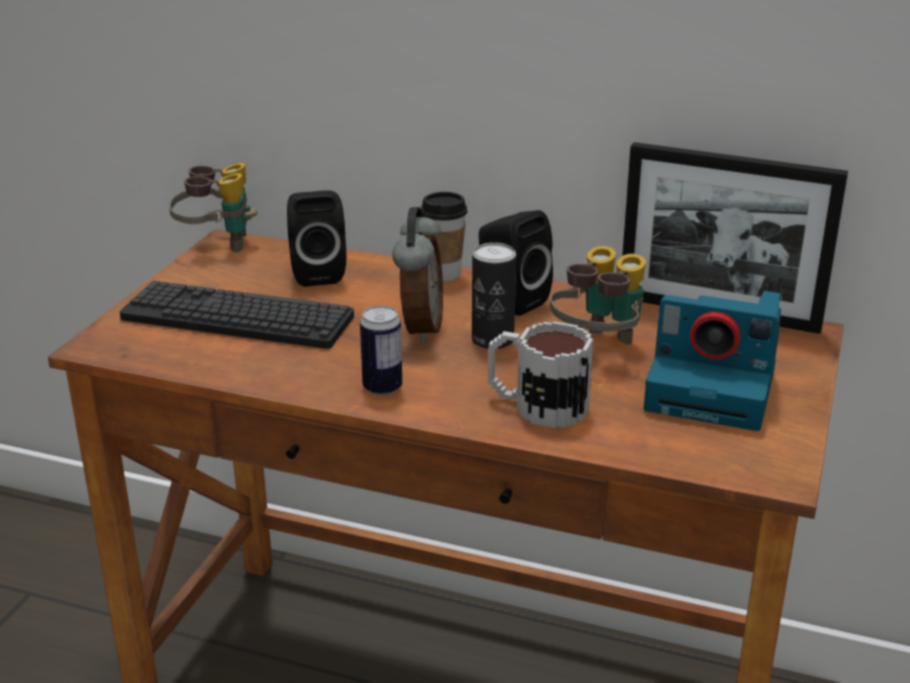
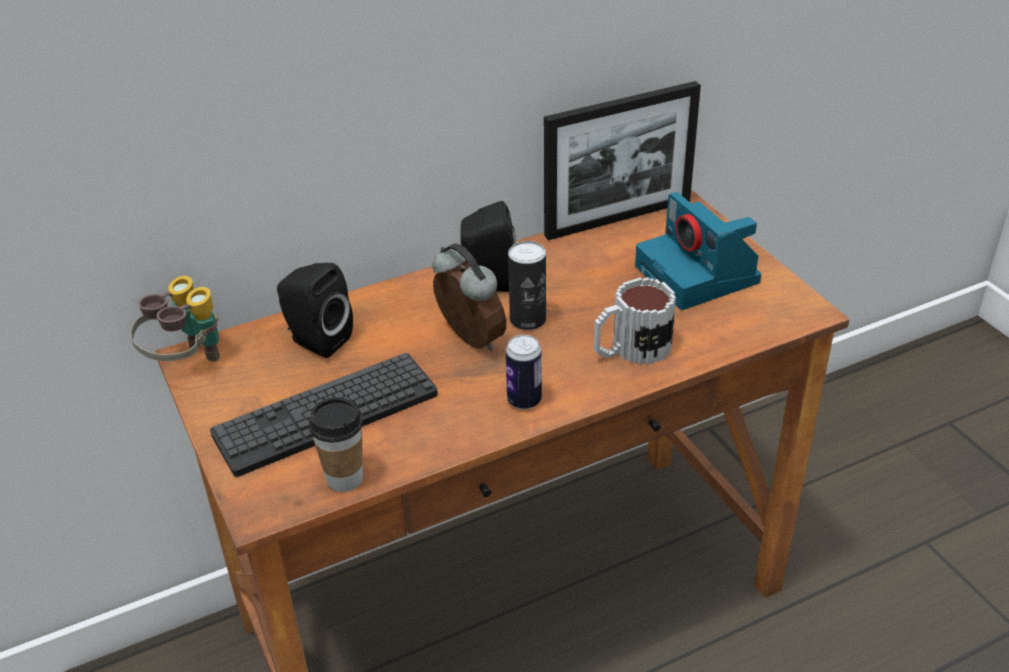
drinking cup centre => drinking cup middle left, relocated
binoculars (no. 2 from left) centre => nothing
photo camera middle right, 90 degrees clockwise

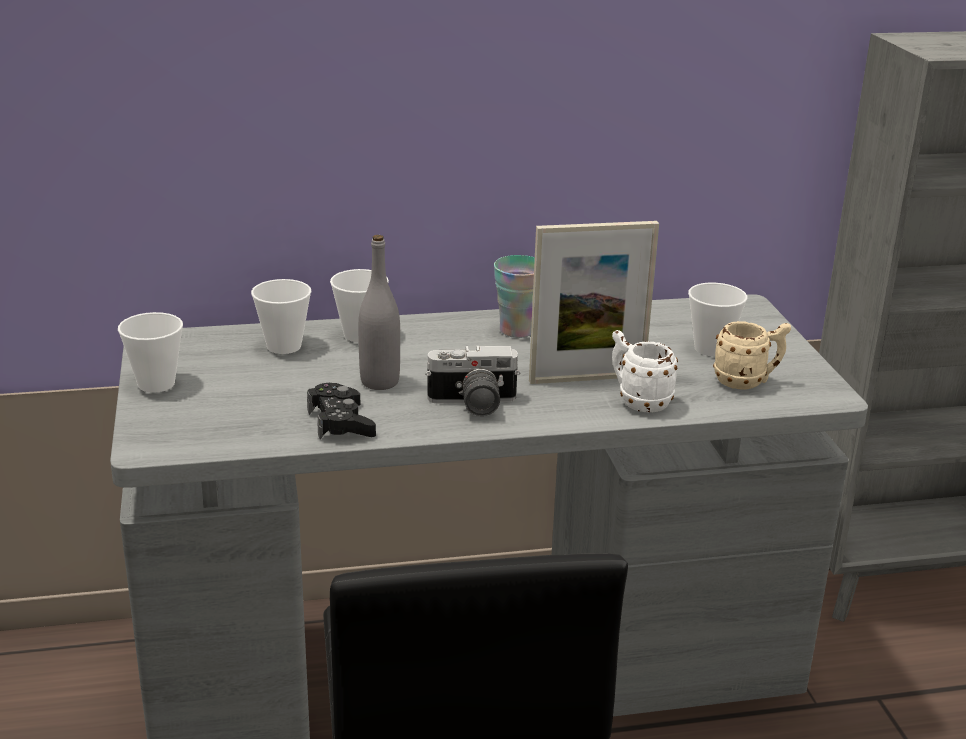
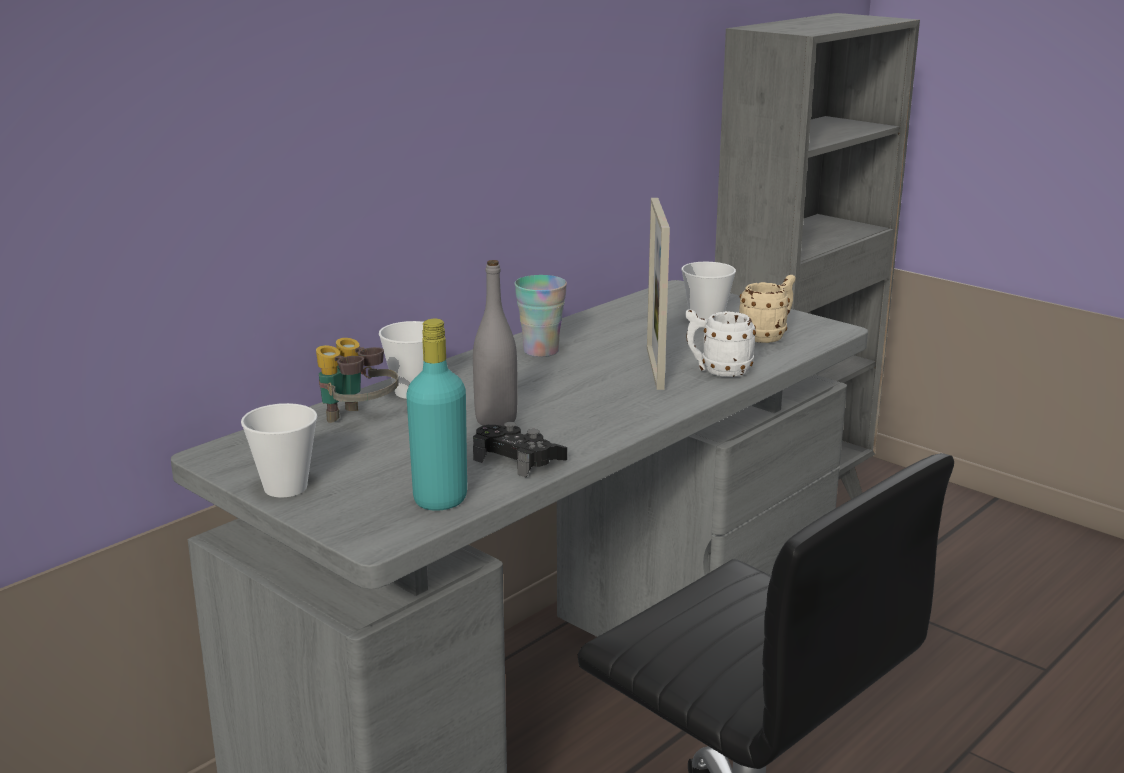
standing frame centre, 135 degrees clockwise
drinking cup (no. 2 from left) middle left => binoculars middle left
photo camera centre => nothing
nothing => beverage bottle (turquoise-coloured) centre

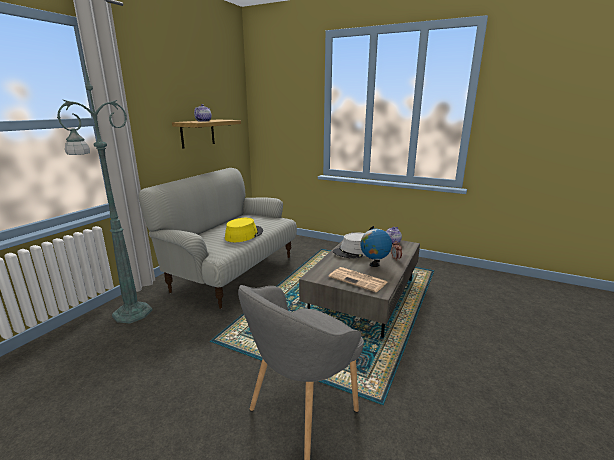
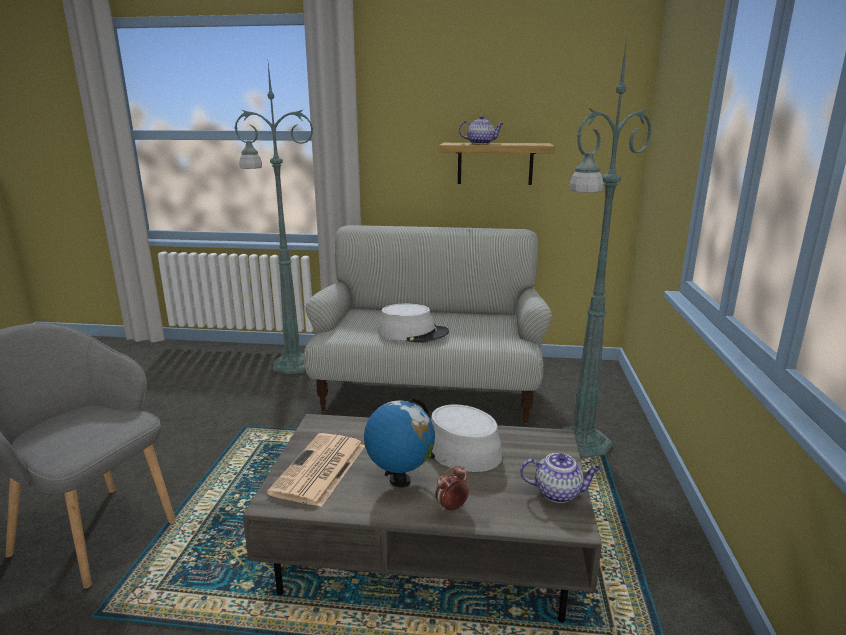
wearable hat (yellowish) centre => wearable hat (greyish) (no. 1 from left) centre
nothing => floor lamp (green) (no. 2 from left) middle right

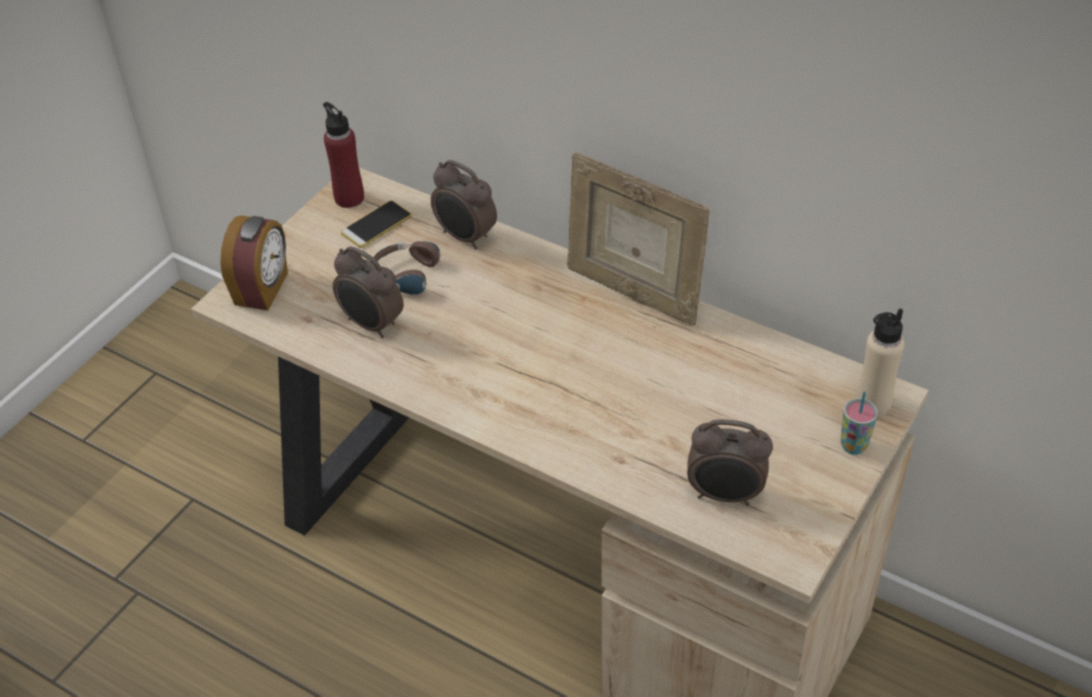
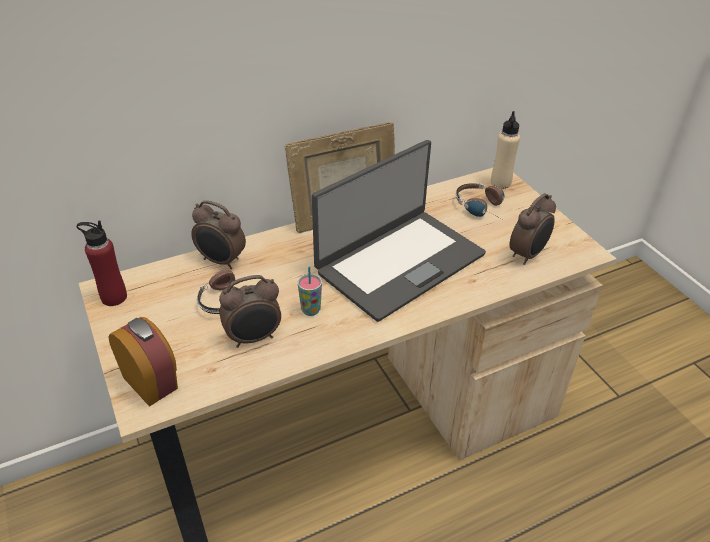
table clock (no. 3 from left in the first image) top centre => table clock (no. 2 from left) middle left, 45 degrees clockwise
telephone top centre => nothing
drinking cup middle right => drinking cup centre, relocated
nothing => laptop centre
nothing => headphones (no. 2 from left) middle right

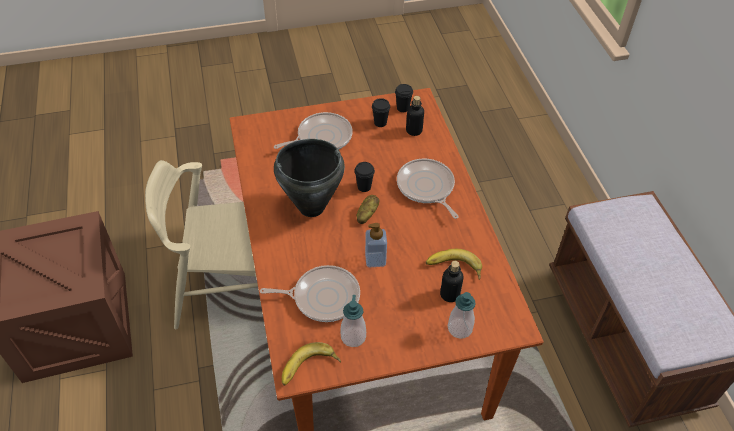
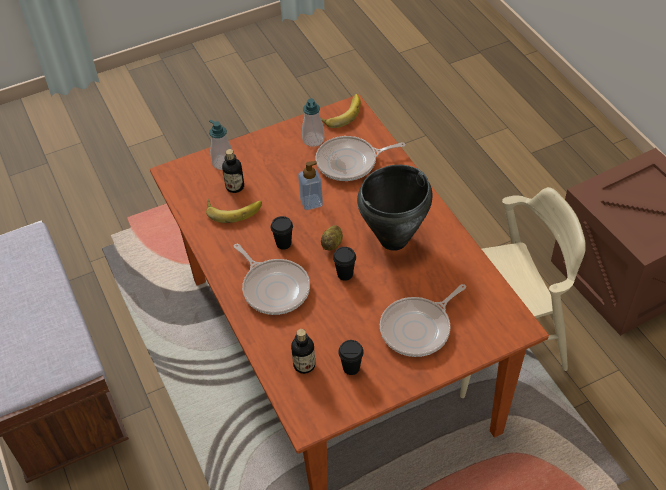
drinking cup (black-coloured) (no. 3 from left in the first image) top centre => drinking cup (black-coloured) (no. 1 from left) centre, relocated

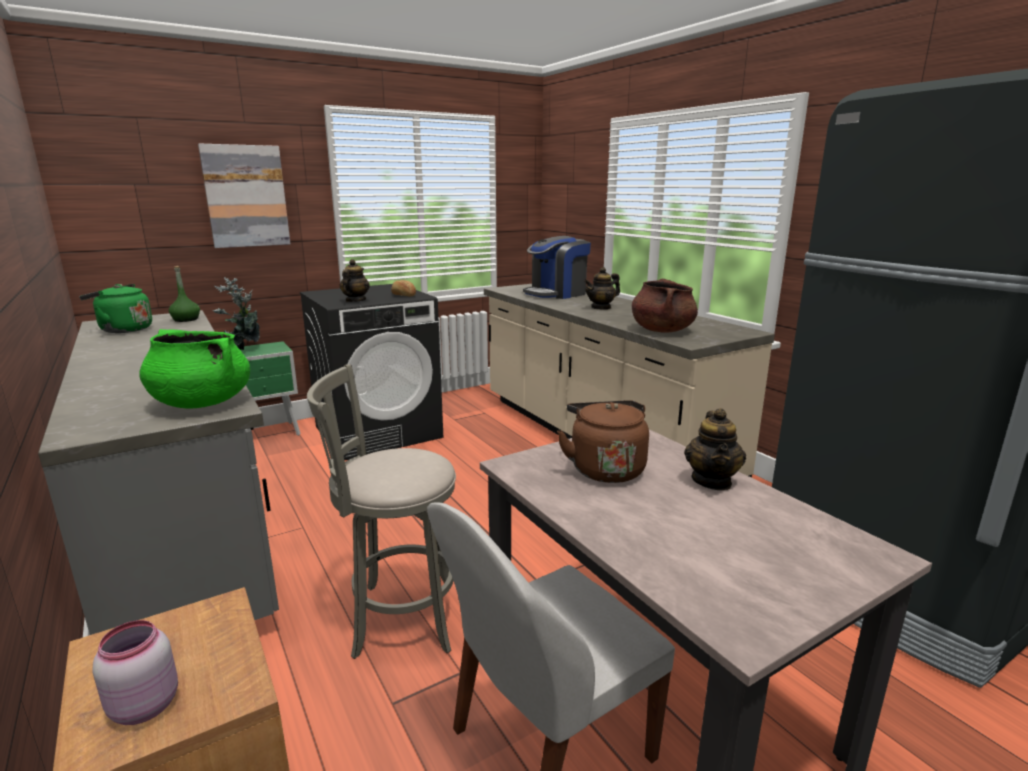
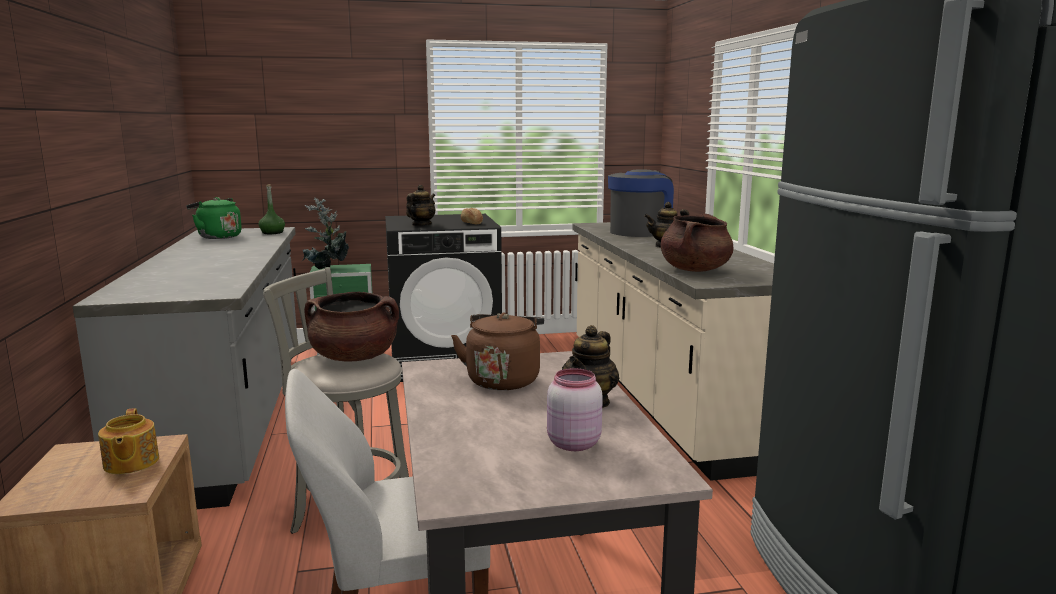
wall art top left => nothing
coffee maker centre, 150 degrees clockwise
stockpot (green) middle left => nothing
storage jar (pink) bottom left => storage jar (pink) bottom centre, relocated
nothing => stockpot (brown-coloured) (no. 1 from left) middle left
nothing => teapot (no. 1 from left) bottom left

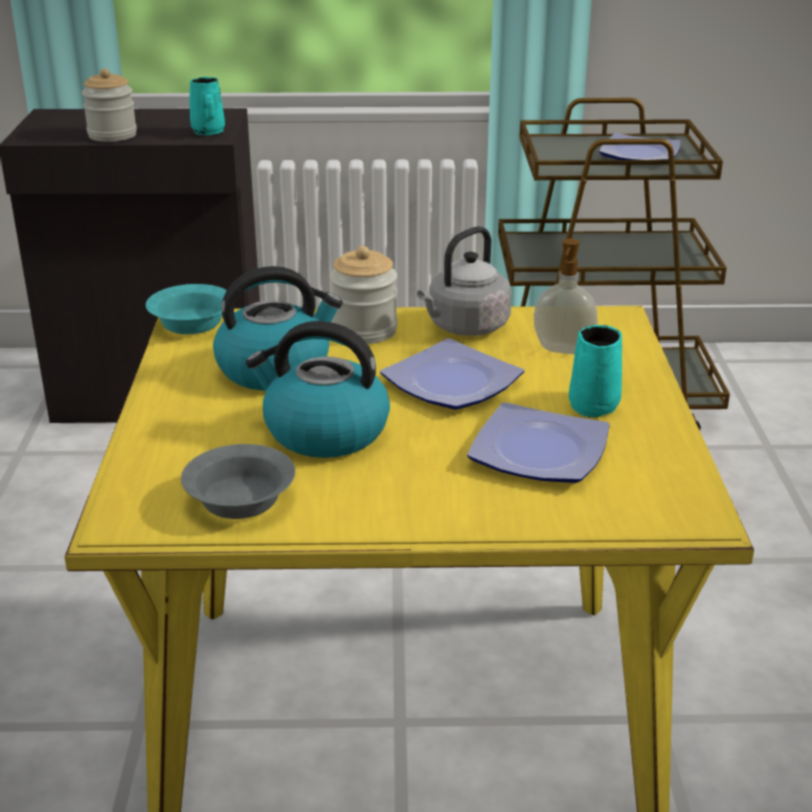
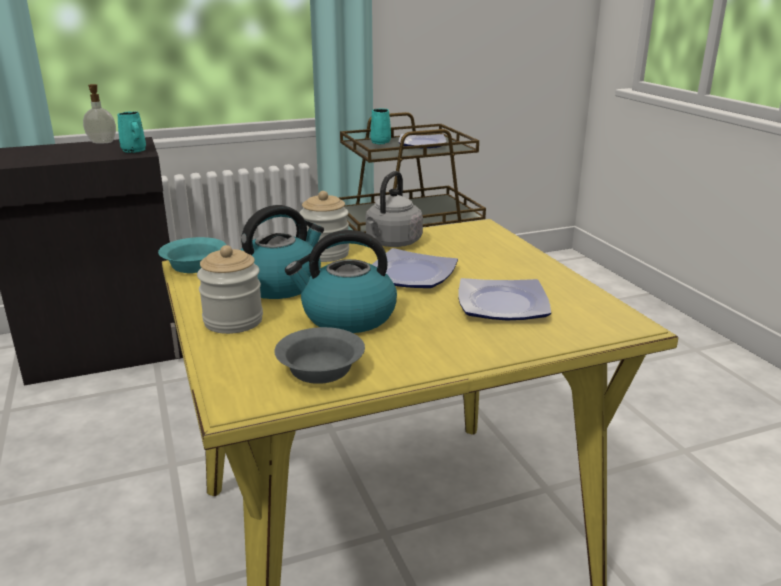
storage jar (no. 1 from left) top left => storage jar (no. 1 from left) middle left, relocated
soap dispenser middle right => soap dispenser top left, relocated
coffee mug (turquoise-coloured) (no. 2 from left) middle right => coffee mug (turquoise-coloured) (no. 2 from left) top centre, relocated

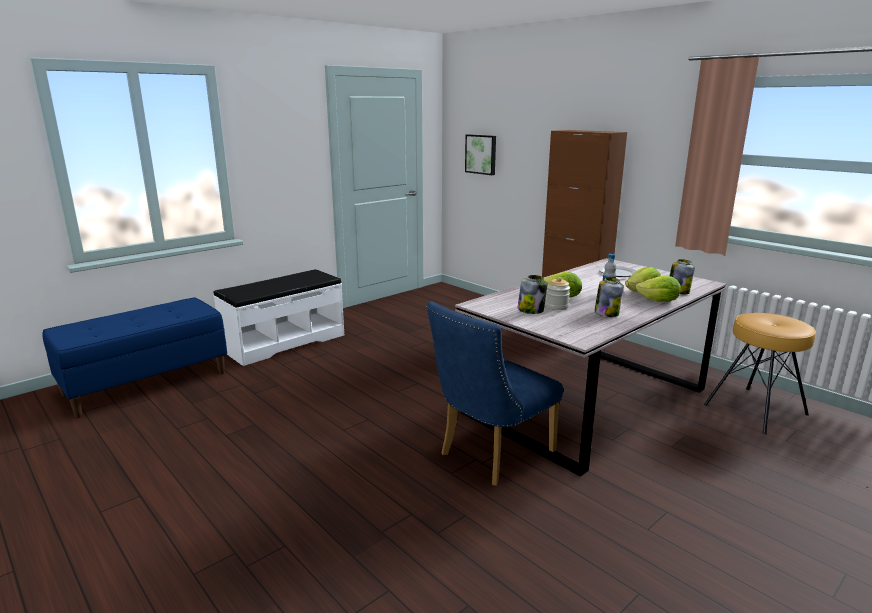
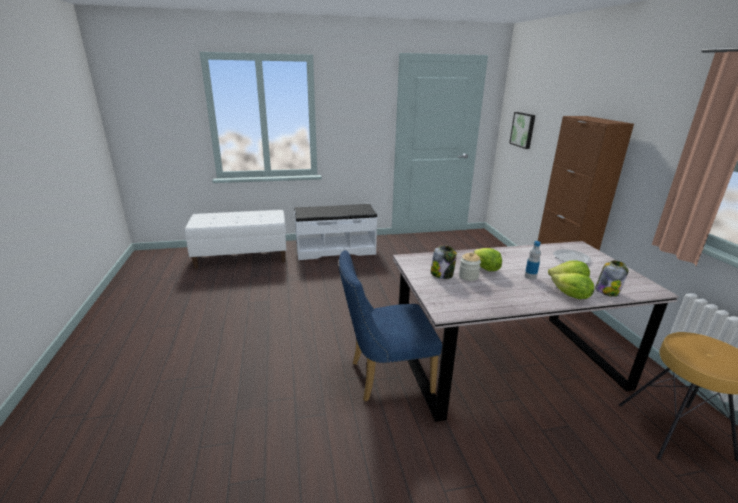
storage jar (no. 3 from left) middle right => nothing
long seat (blue-coloured) middle left => long seat (white-coloured) (no. 1 from left) middle left

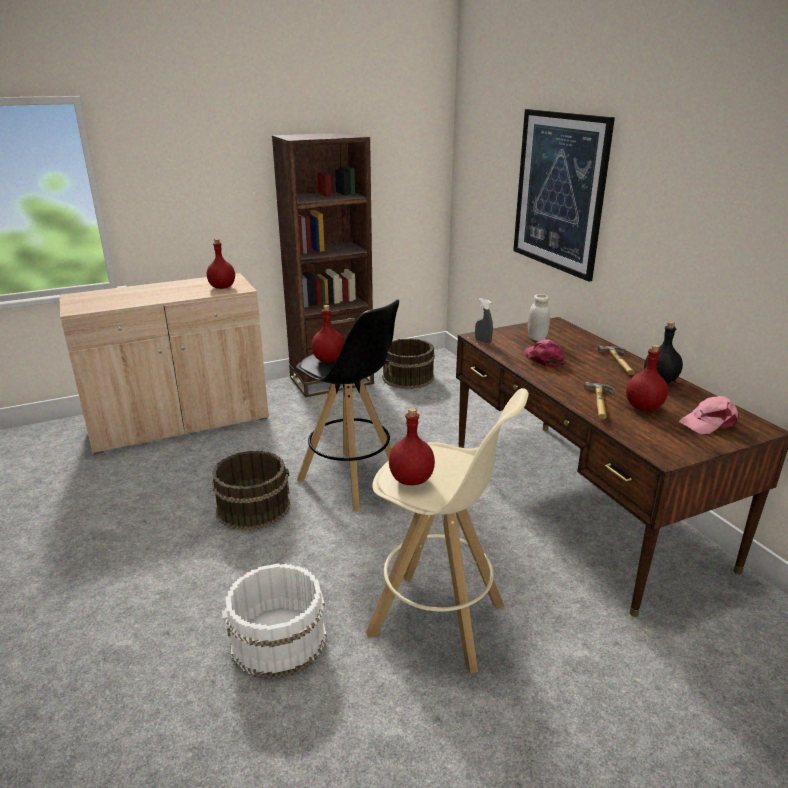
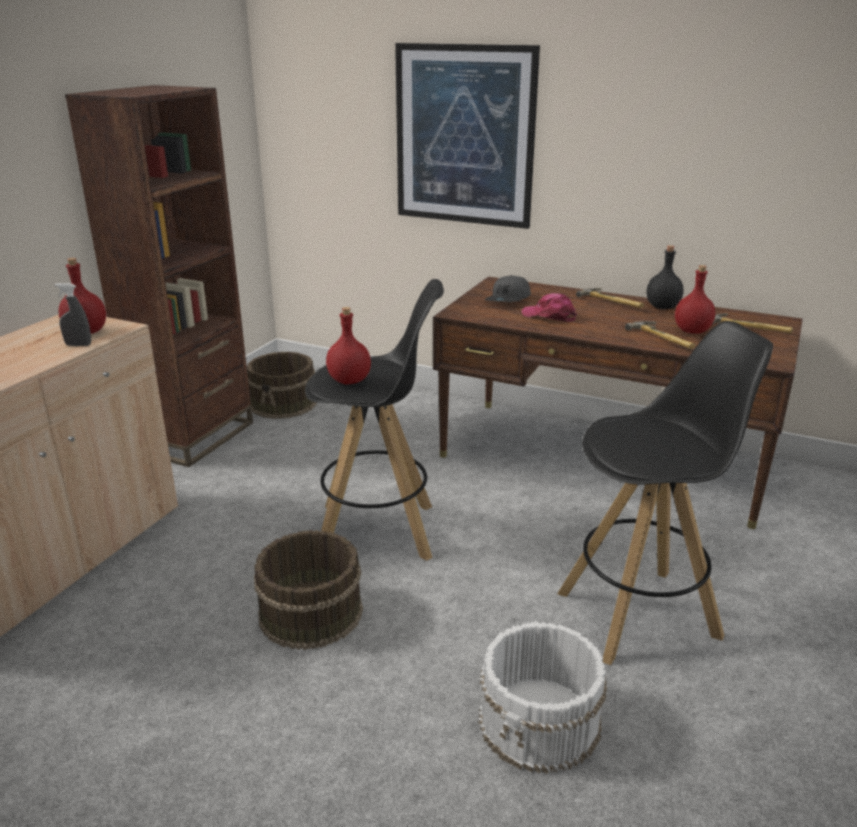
storage jar (white-coloured) middle right => cap (greyish) centre
spray bottle (greyish) centre => spray bottle (greyish) middle left, relocated
stool (sand-coloured) bottom centre => stool (black-coloured) (no. 2 from left) middle right
cap (pink) (no. 2 from left) middle right => hand hammer (no. 3 from left) middle right
beverage bottle (reddish) (no. 3 from left) centre => nothing

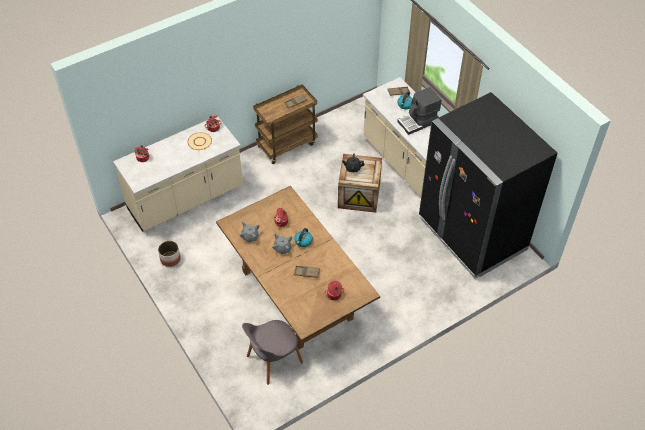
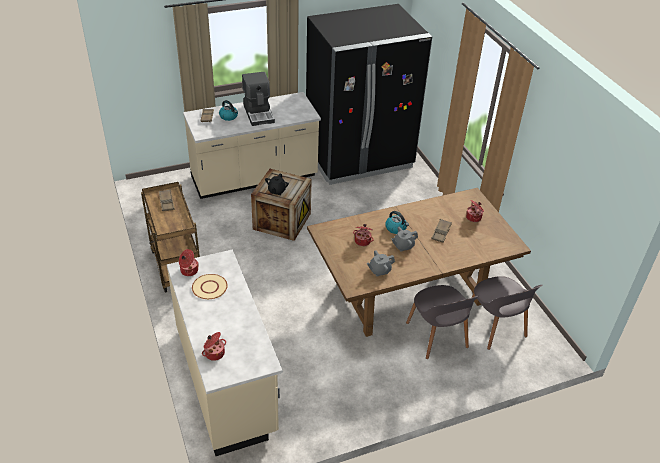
flower pot middle left => nothing
nothing => chair (greyish) (no. 1 from left) bottom right

